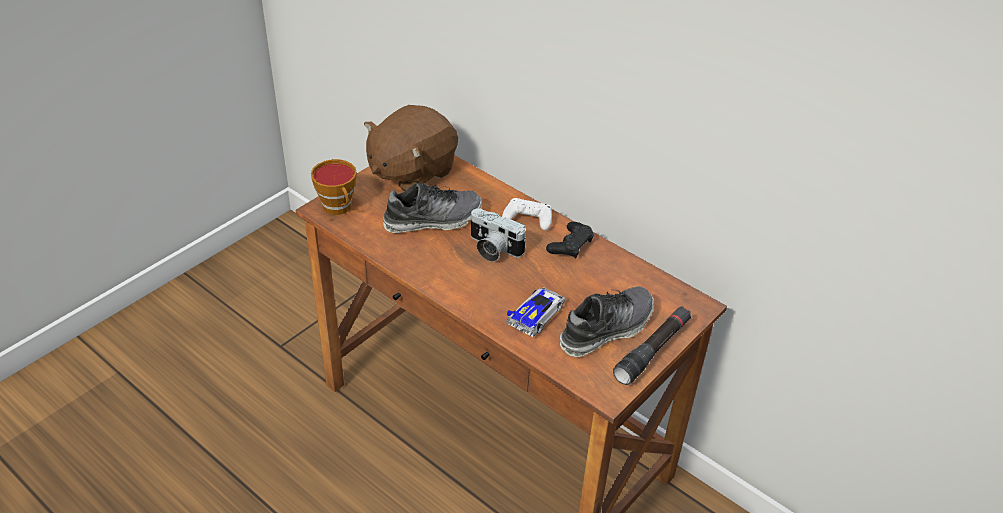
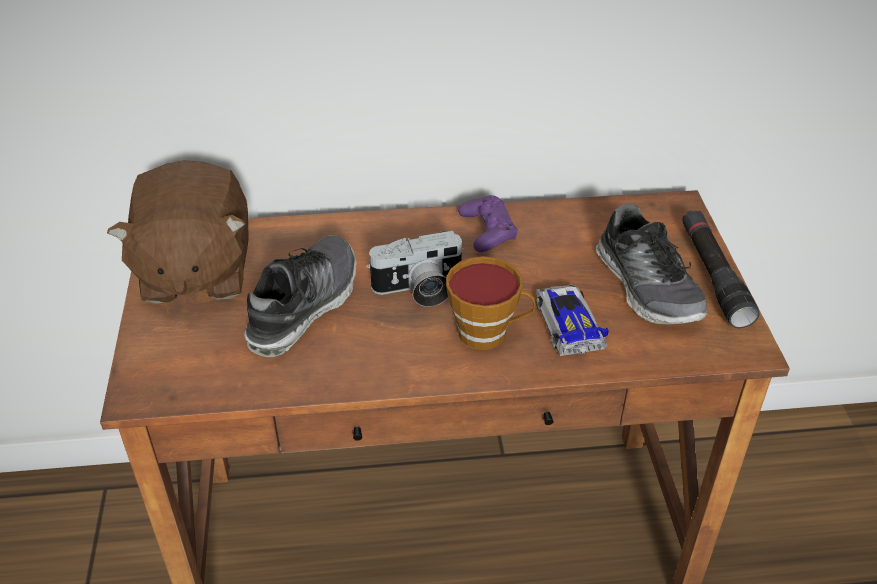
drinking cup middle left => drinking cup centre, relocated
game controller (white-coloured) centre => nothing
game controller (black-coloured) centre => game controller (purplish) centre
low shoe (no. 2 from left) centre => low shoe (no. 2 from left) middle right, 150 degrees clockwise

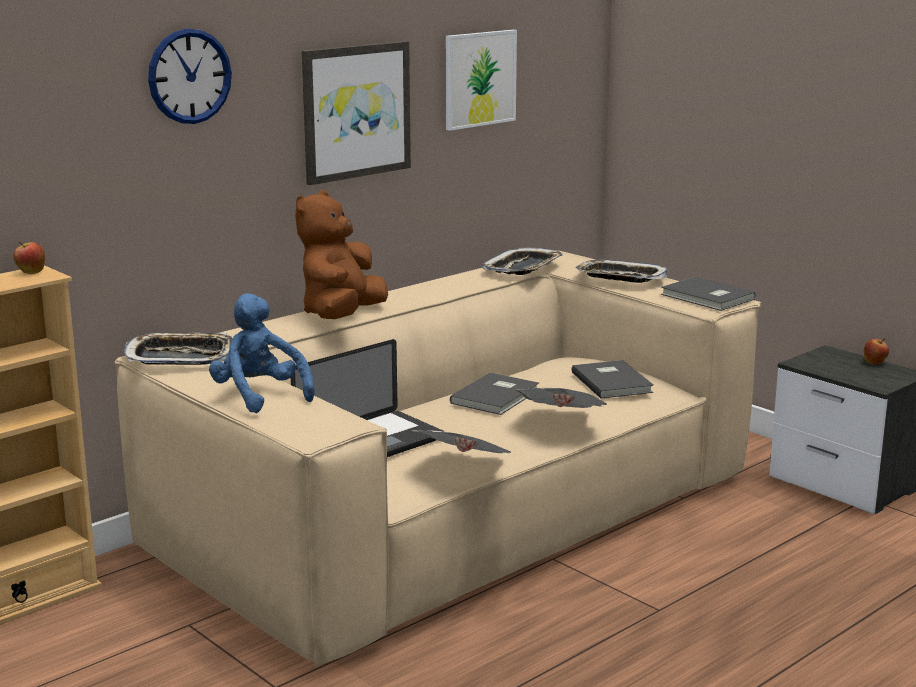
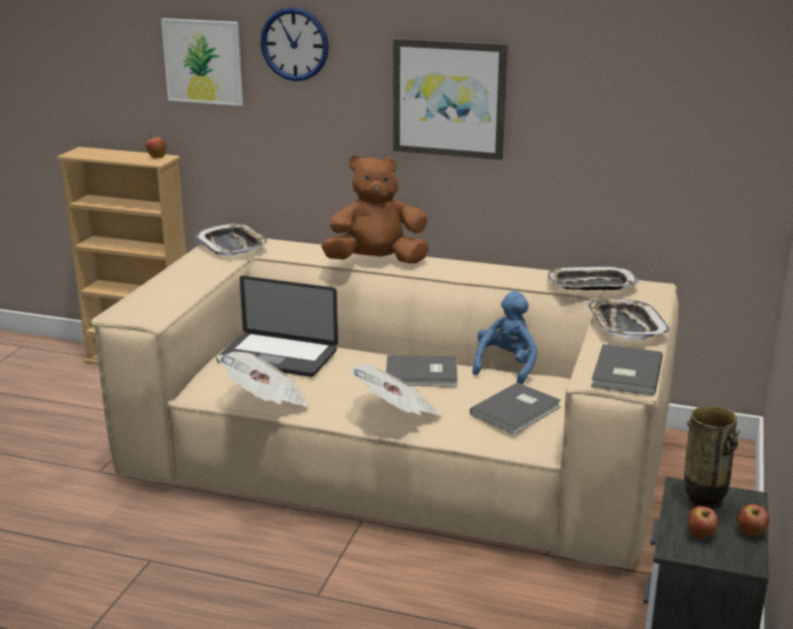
wall art (no. 2 from left in the first image) top centre => wall art (no. 1 from left) top left, relocated
soft toy (blue-coloured) middle left => soft toy (blue-coloured) centre, relocated
nothing => decorative vase bottom right
nothing => apple fruit (no. 2 from left) bottom right

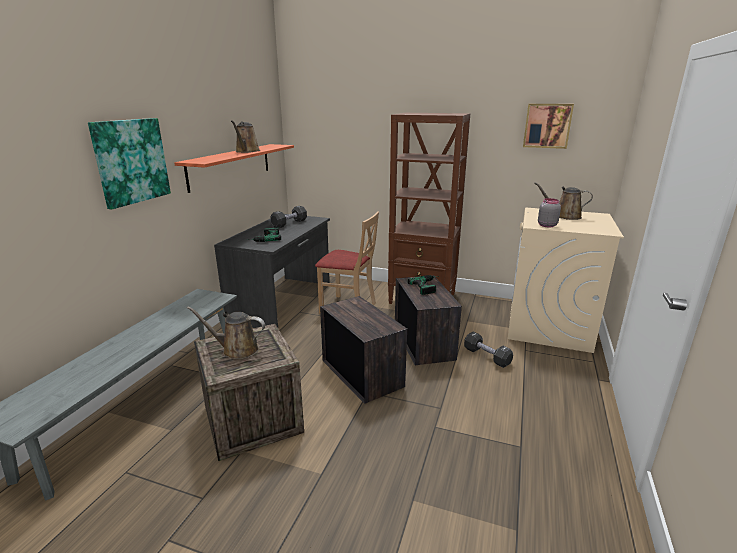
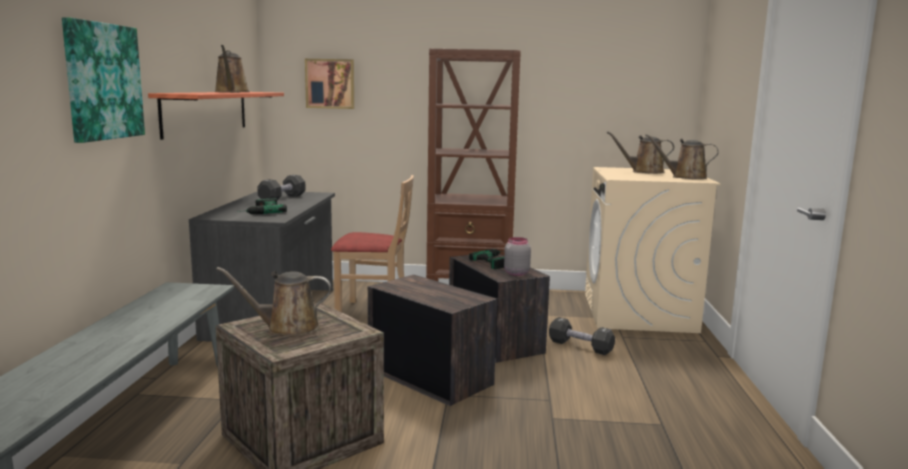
wall art (no. 2 from left) top right => wall art (no. 2 from left) top centre, relocated
storage jar (greyish) middle right => storage jar (greyish) centre, relocated
nothing => watering pot (brown-coloured) (no. 4 from left) top right

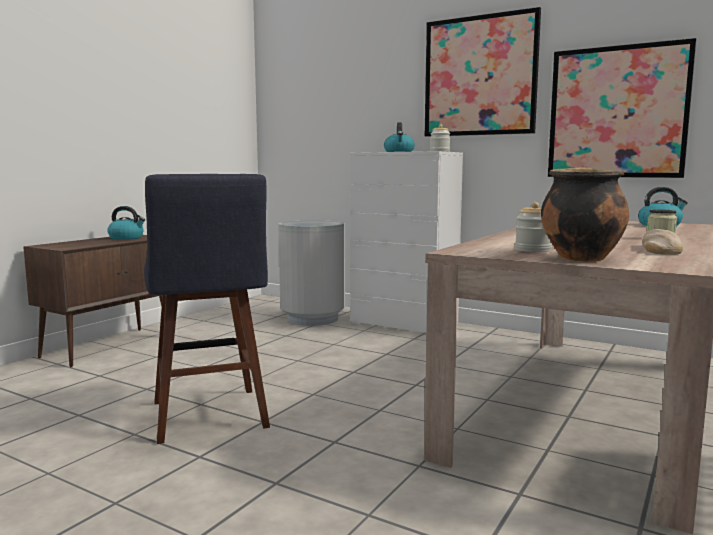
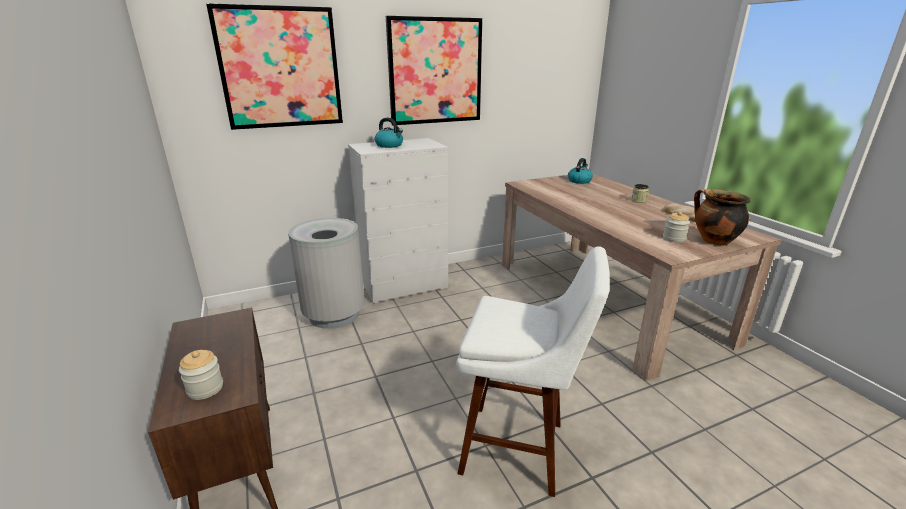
wall art (no. 2 from left in the first image) top right => wall art (no. 1 from left) top left, relocated
storage jar (no. 1 from left) top centre => storage jar (no. 1 from left) bottom left, relocated
stool (blue-coloured) middle left => stool (white-coloured) bottom centre
tea kettle (no. 1 from left) middle left => nothing

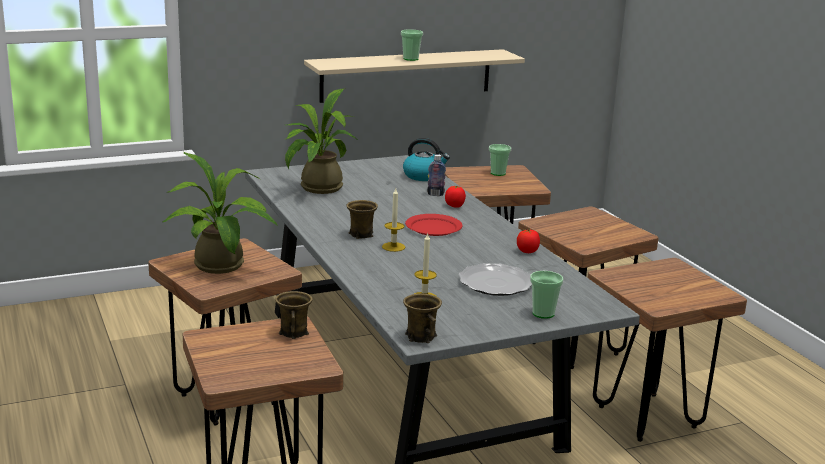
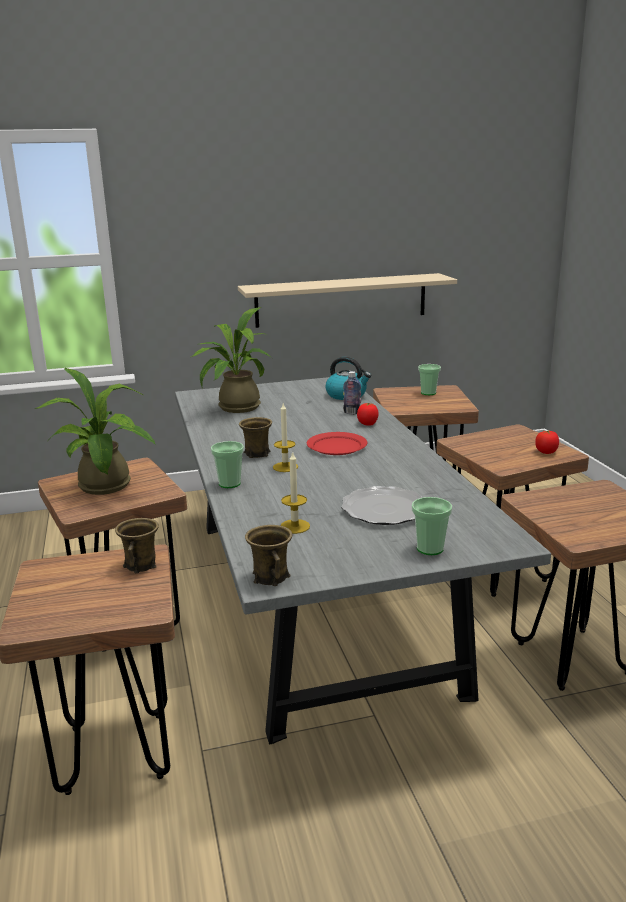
drinking cup (no. 1 from left) top centre => drinking cup (no. 1 from left) centre, relocated
tomato (no. 2 from left) centre => tomato (no. 2 from left) middle right, relocated

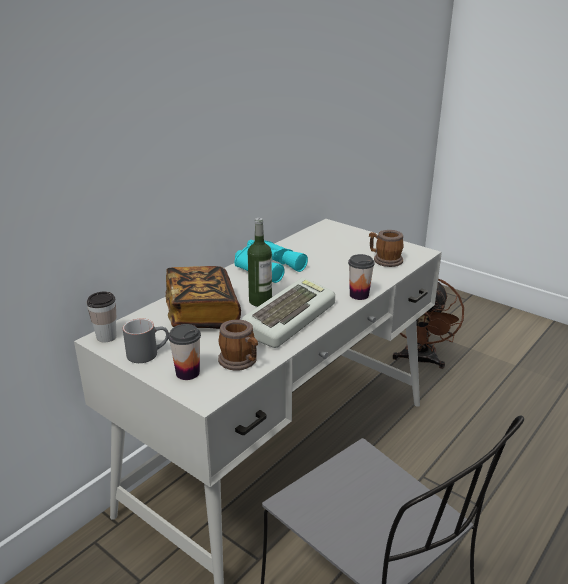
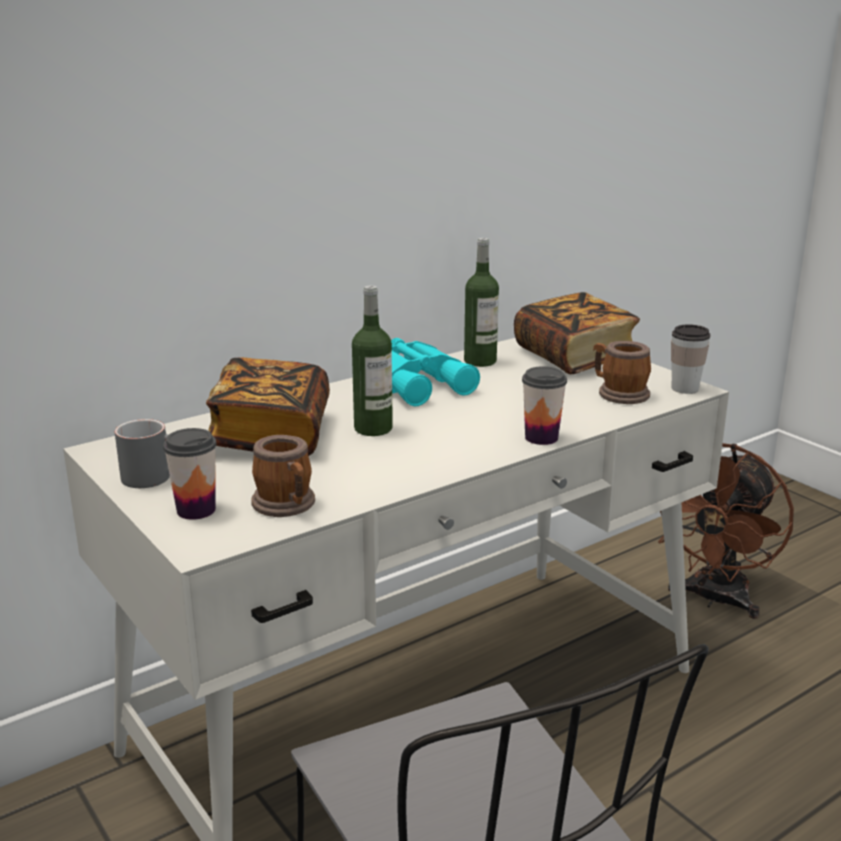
PC keyboard centre => nothing
drinking cup (no. 1 from left in the first image) middle left => drinking cup (no. 3 from left) middle right, relocated
nothing => beverage bottle (no. 2 from left) centre
nothing => book (no. 2 from left) middle right

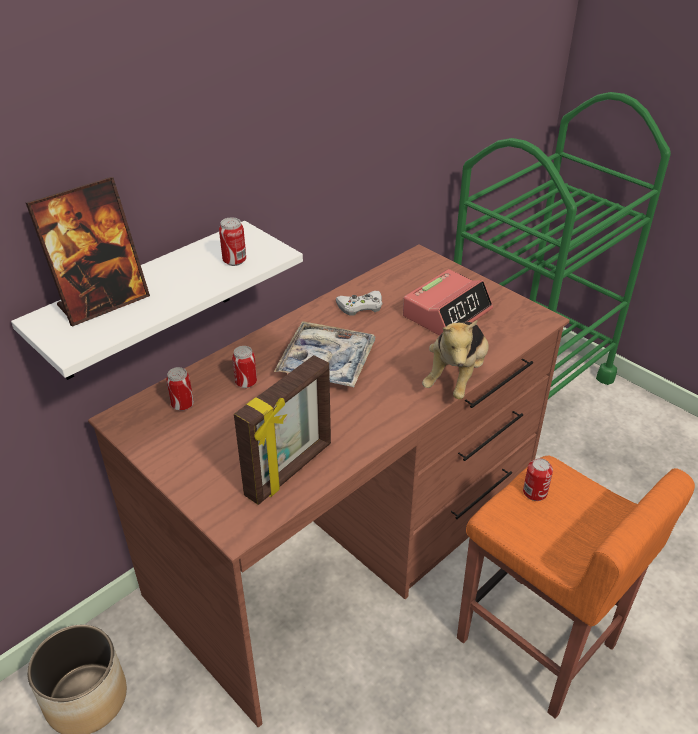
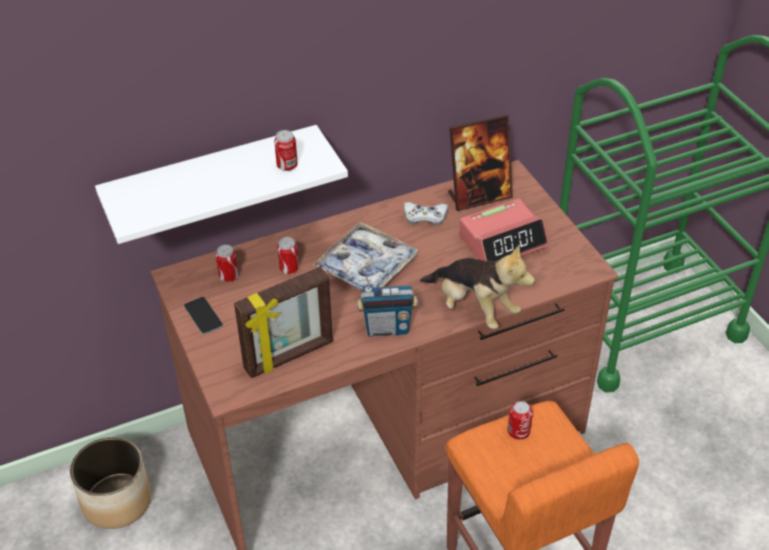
standing frame (no. 1 from left in the first image) middle left => standing frame (no. 2 from left) top centre, relocated
soft toy centre, 90 degrees counterclockwise
nothing => radio receiver centre
nothing => telephone middle left

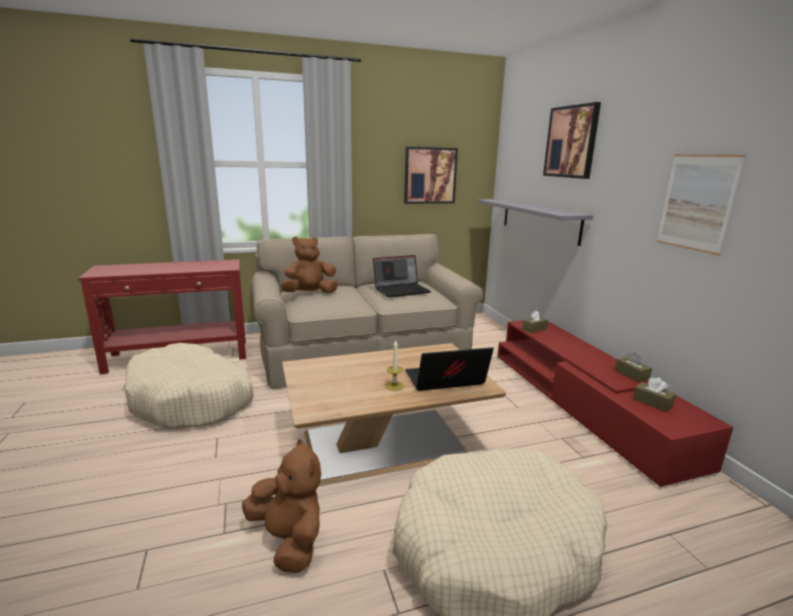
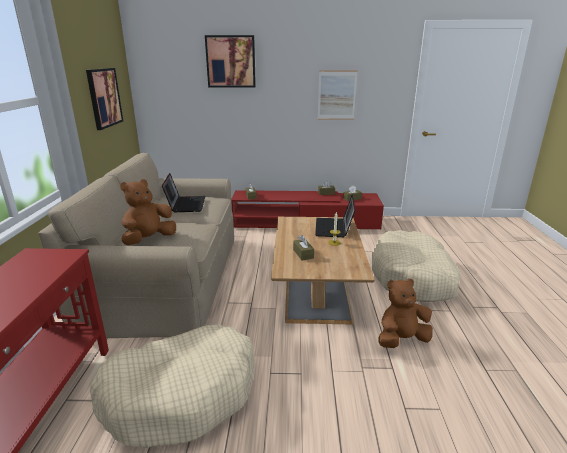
bracket shelf (greyish) middle right => nothing
soft toy (brown-coloured) (no. 2 from left in the first image) centre => soft toy (brown-coloured) (no. 1 from left) middle left, 45 degrees clockwise
nothing => tissue box (brown-coloured) (no. 2 from left) centre

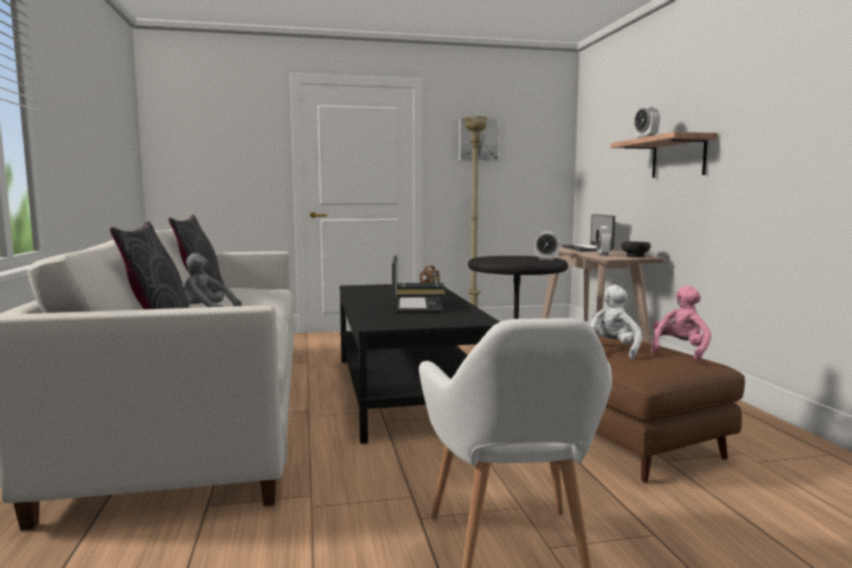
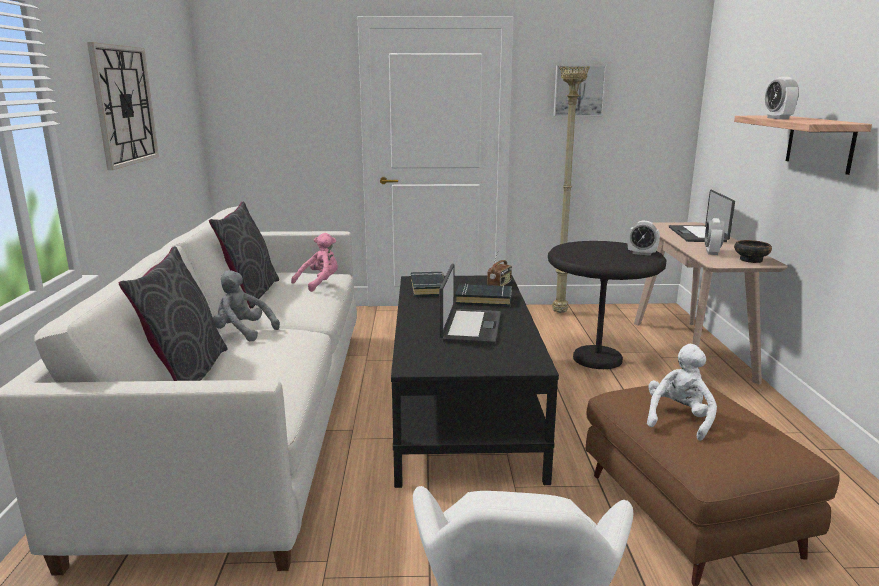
soft toy (pink) middle right => soft toy (pink) centre, relocated
nothing => wall clock top left
nothing => book (black-coloured) (no. 1 from left) centre

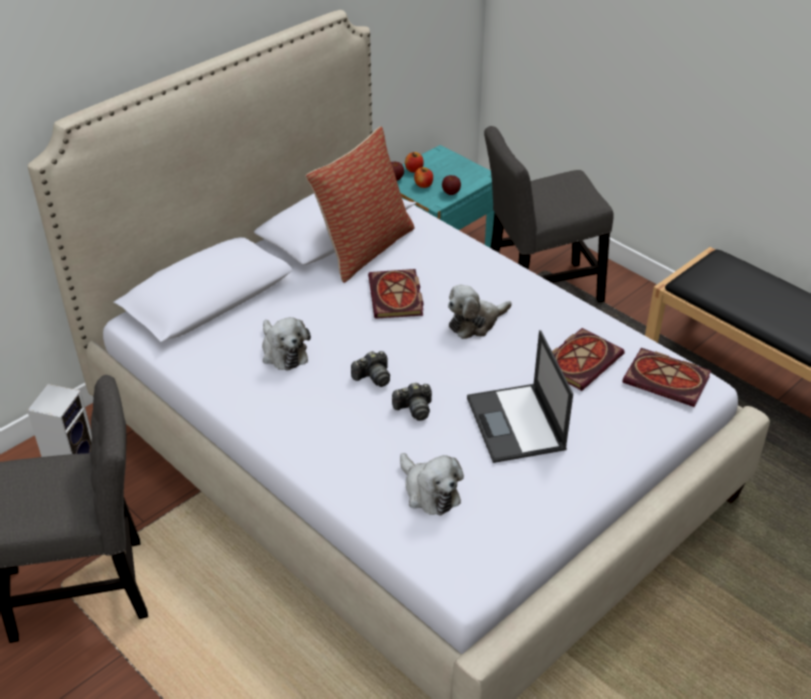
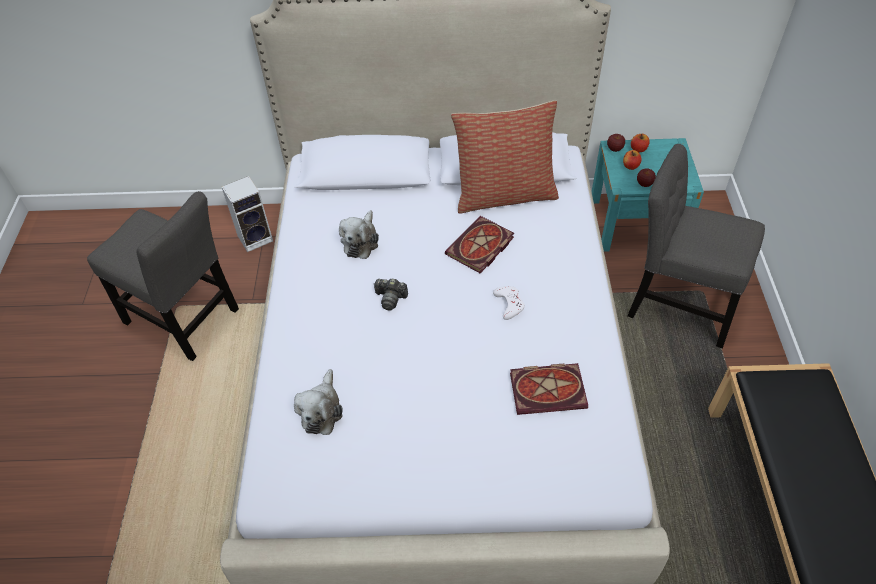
soft toy (no. 3 from left) centre => game controller (white-coloured) centre
laptop centre => nothing
book (no. 3 from left) middle right => nothing
photo camera (no. 2 from left) centre => nothing

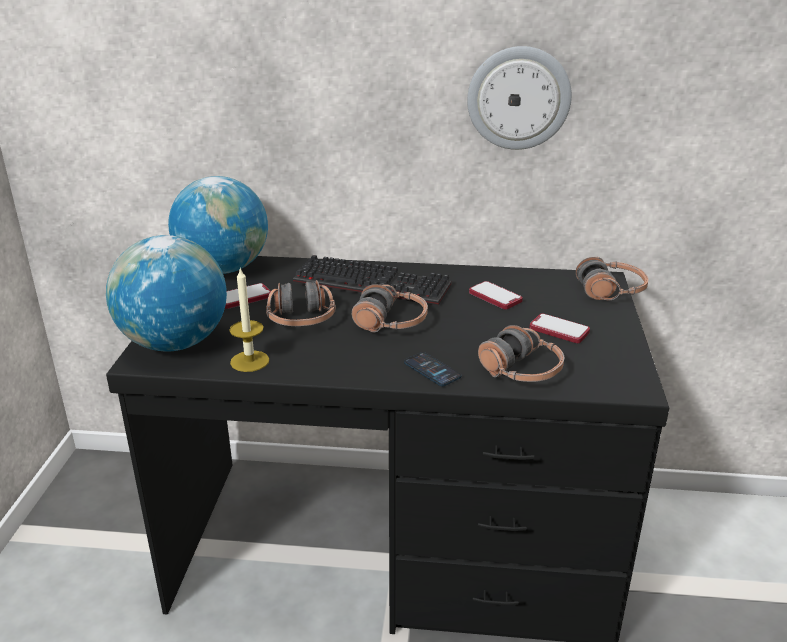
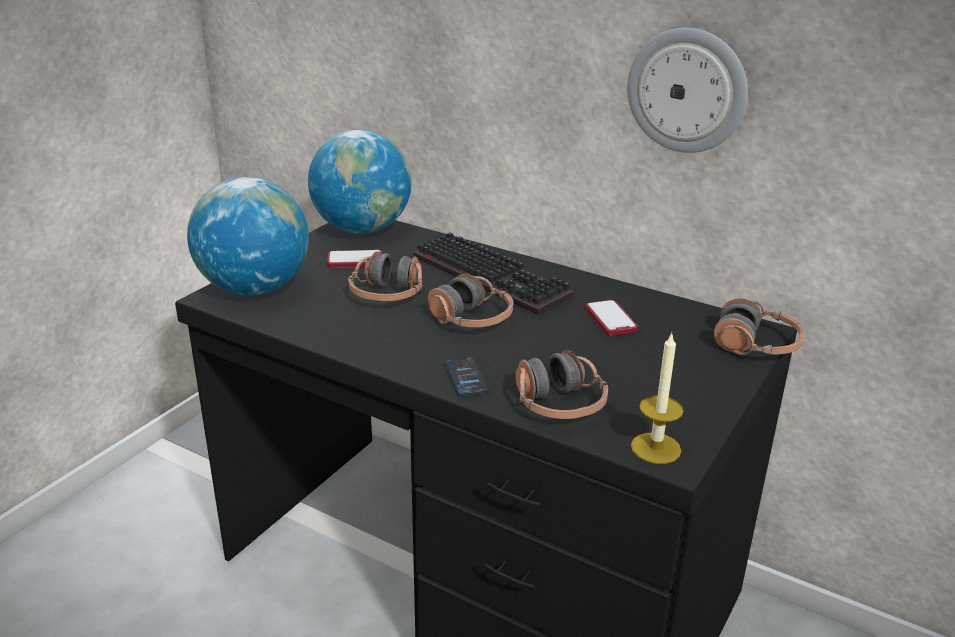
wax light middle left => wax light middle right, relocated
telephone (no. 4 from left) middle right => nothing

